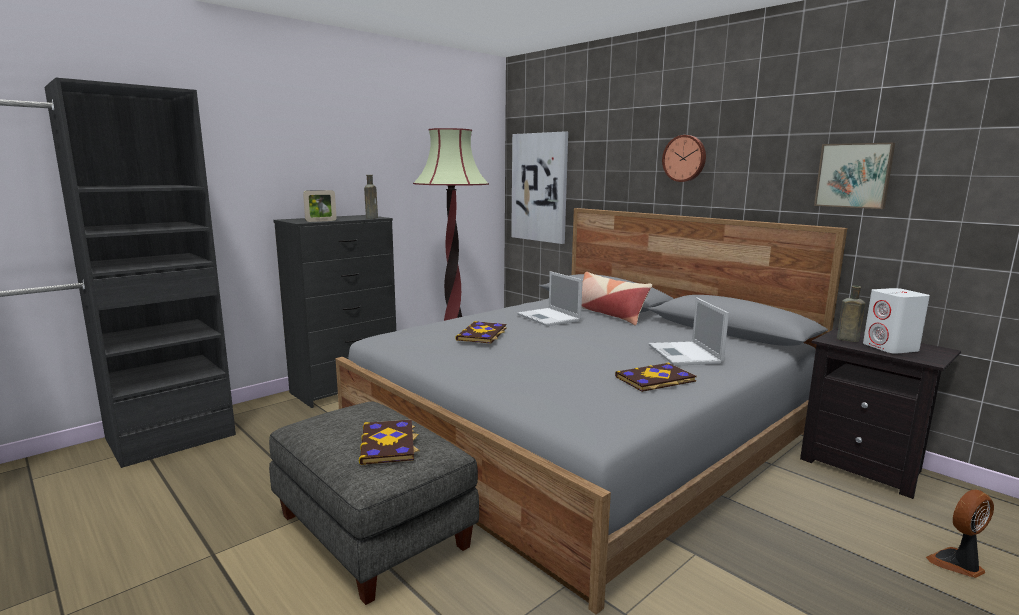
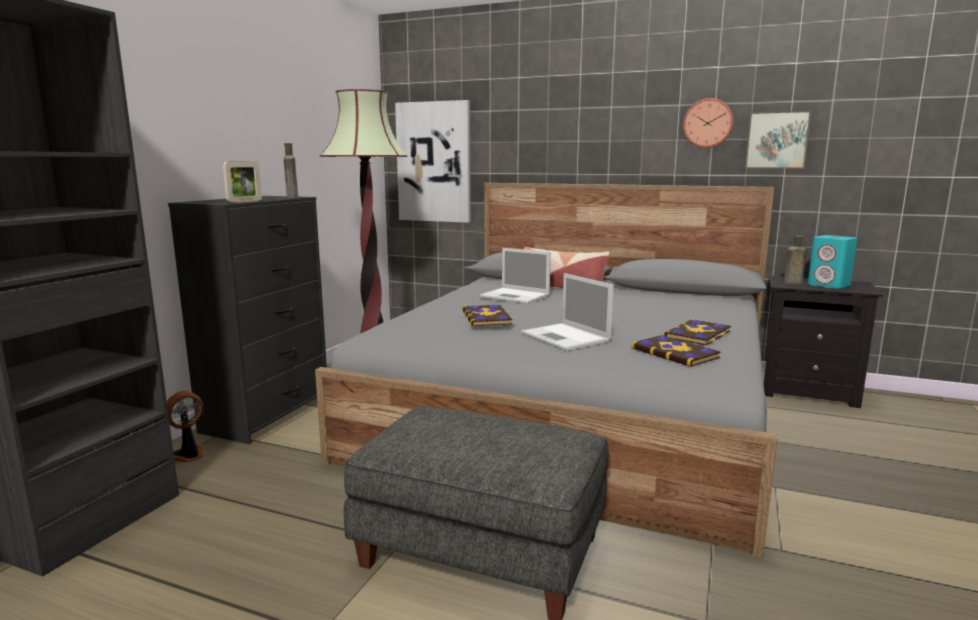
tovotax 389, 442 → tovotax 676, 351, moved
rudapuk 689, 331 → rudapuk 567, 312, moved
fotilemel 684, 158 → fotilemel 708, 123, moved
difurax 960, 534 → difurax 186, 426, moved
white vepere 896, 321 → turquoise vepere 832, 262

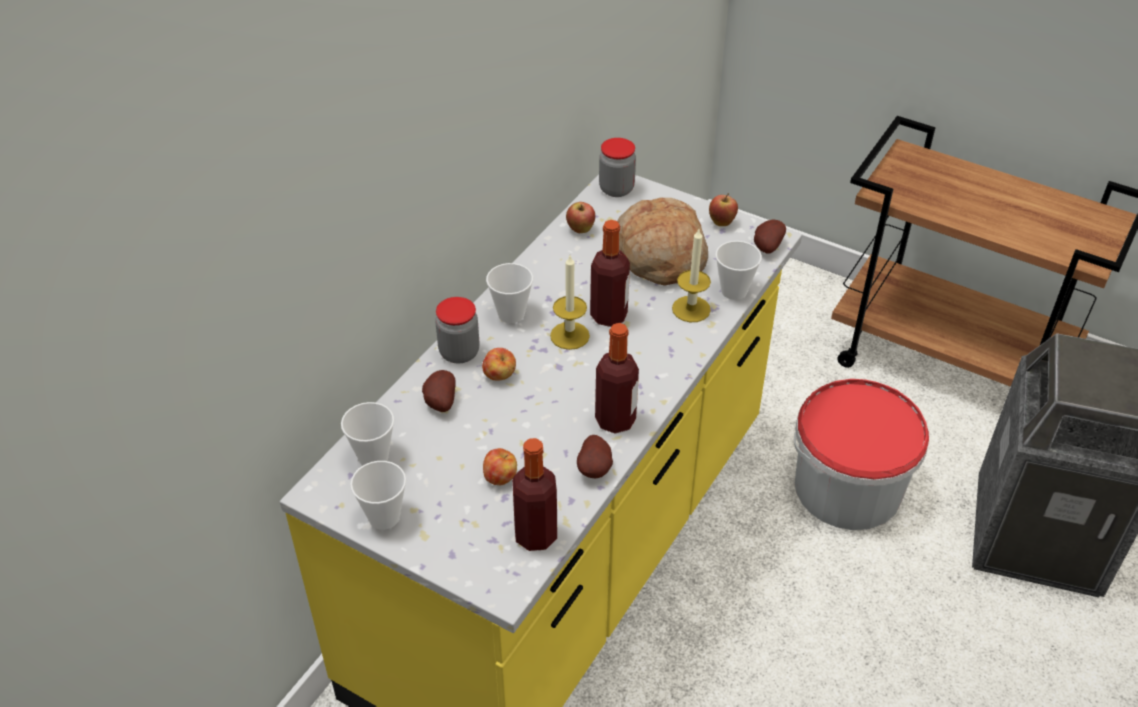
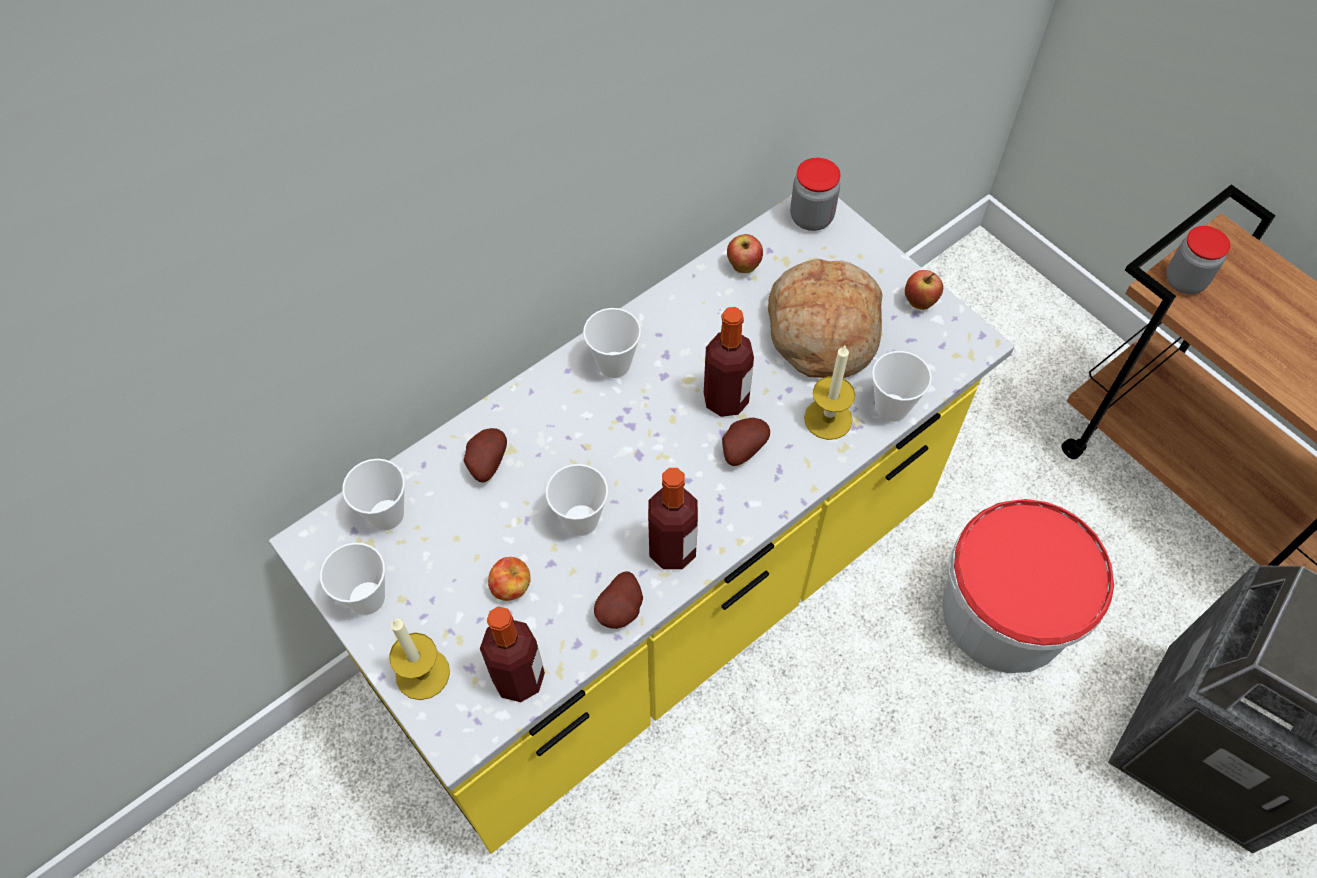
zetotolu 499, 364 → -
- → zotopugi 577, 500
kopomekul 457, 330 → kopomekul 1198, 260, moved
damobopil 570, 303 → damobopil 419, 659, moved
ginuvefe 770, 237 → ginuvefe 746, 442, moved

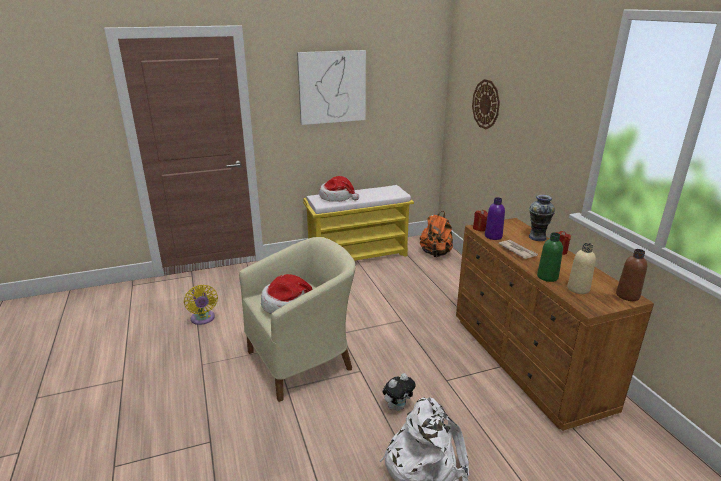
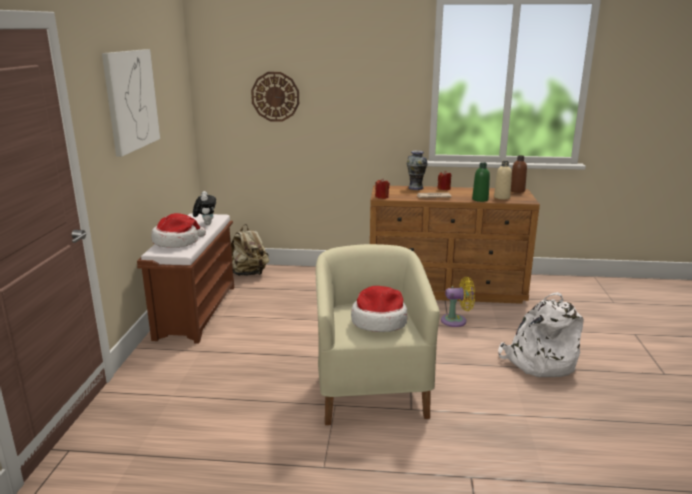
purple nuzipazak 495, 218 → -
yellow difurax 201, 304 → yellow difurax 458, 302, moved
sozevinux 399, 392 → sozevinux 204, 208, moved
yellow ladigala 358, 223 → brown ladigala 185, 279
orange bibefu 436, 234 → beige bibefu 250, 250

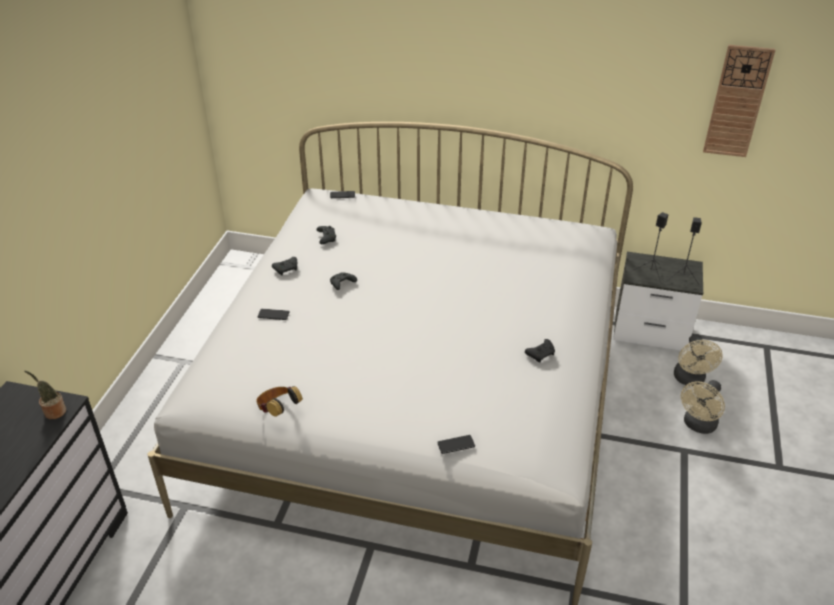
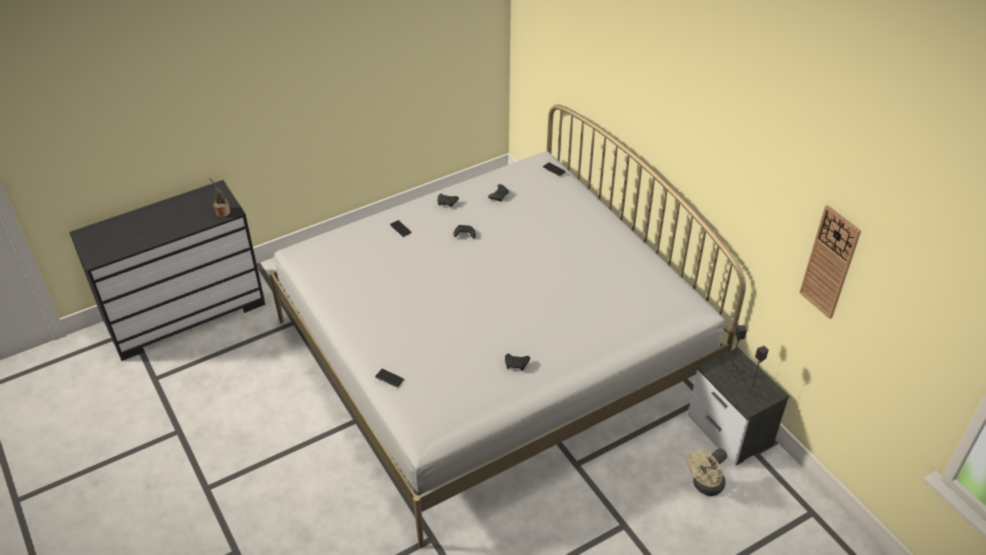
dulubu 279, 401 → -
beige difurax 703, 407 → -

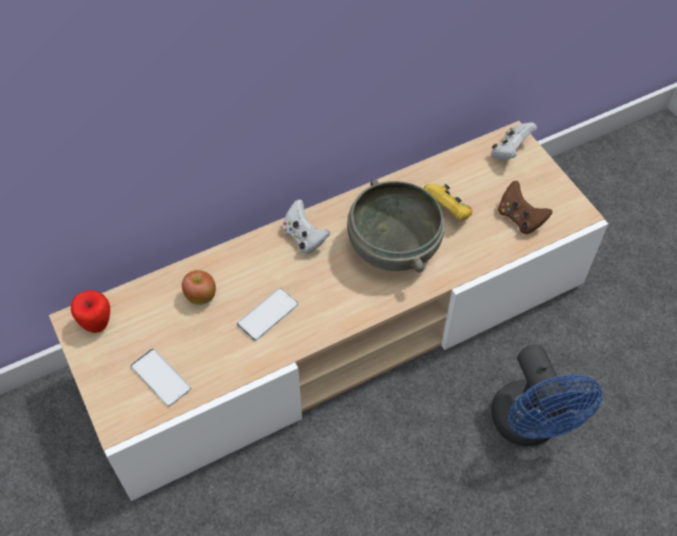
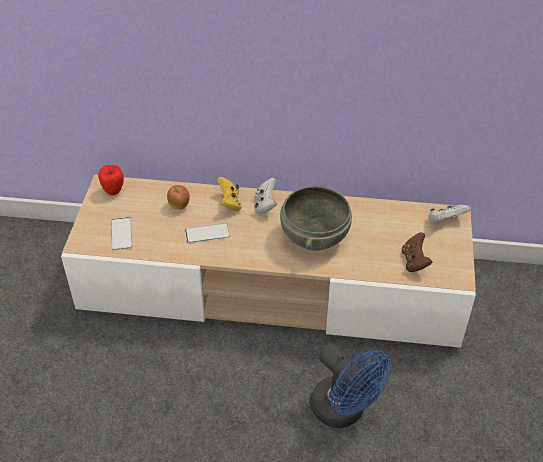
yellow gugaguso 448, 202 → yellow gugaguso 229, 194, moved
blue difurax 547, 395 → blue difurax 350, 385, 60 degrees counterclockwise

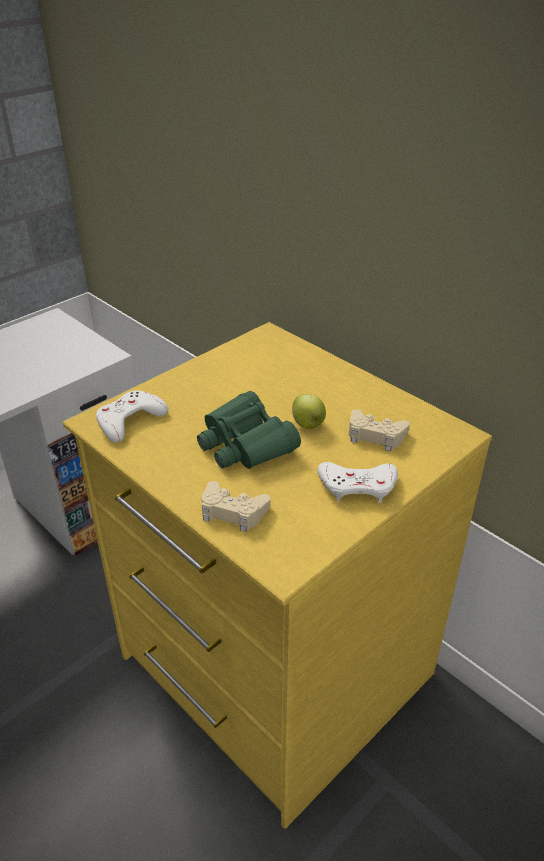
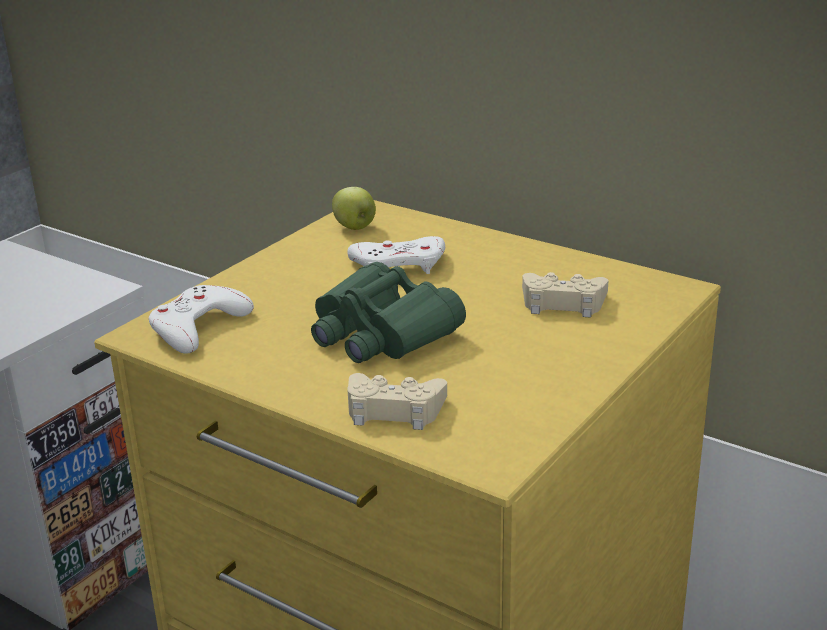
zetotolu 309, 411 → zetotolu 354, 208, moved
white gugaguso 358, 482 → white gugaguso 396, 255, moved

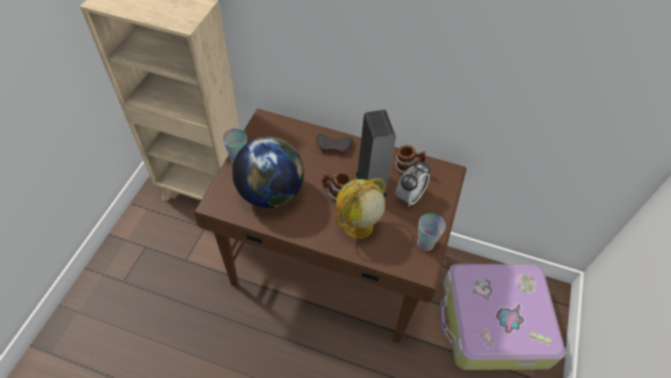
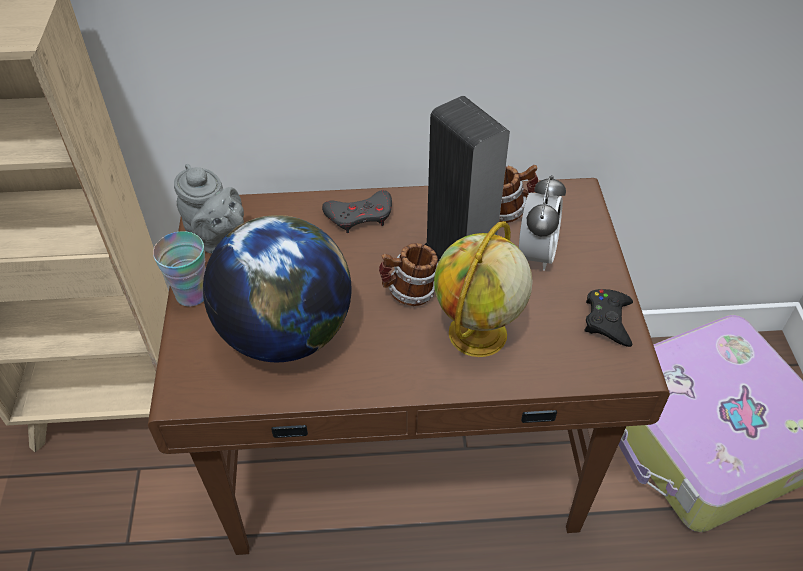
- → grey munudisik 209, 209
zotopugi 431, 232 → black gugaguso 608, 318

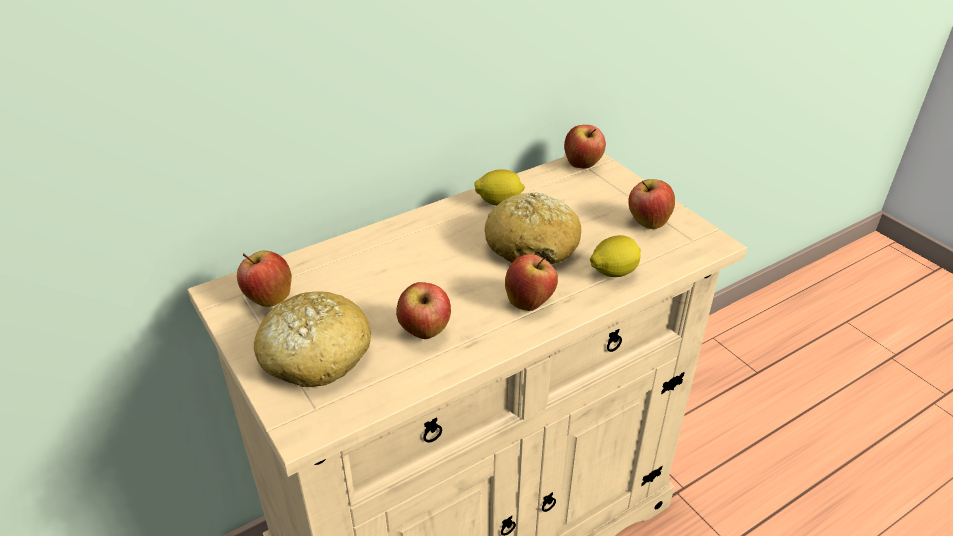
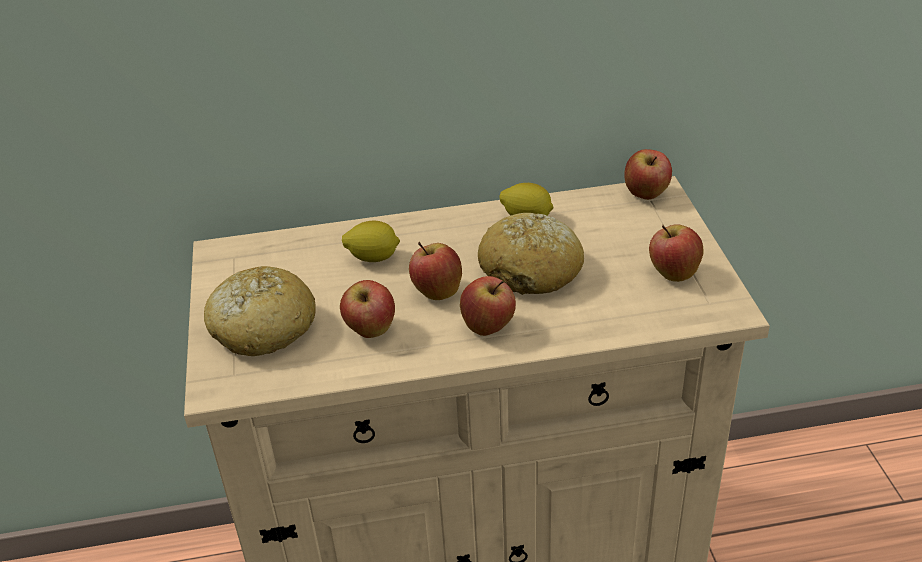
zetotolu 264, 279 → zetotolu 435, 271, moved
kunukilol 615, 256 → kunukilol 371, 241, moved

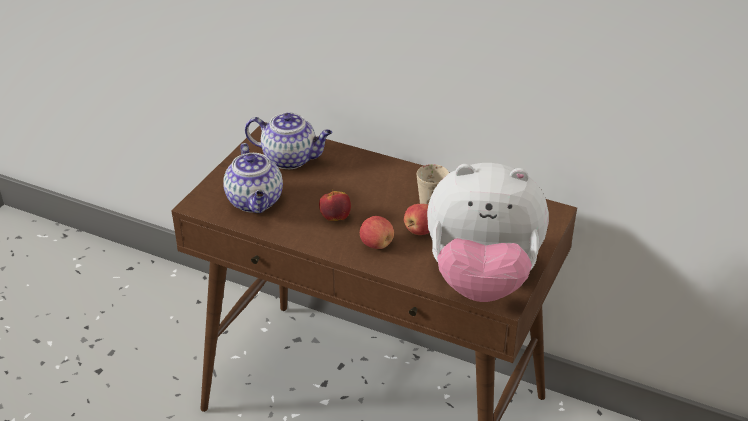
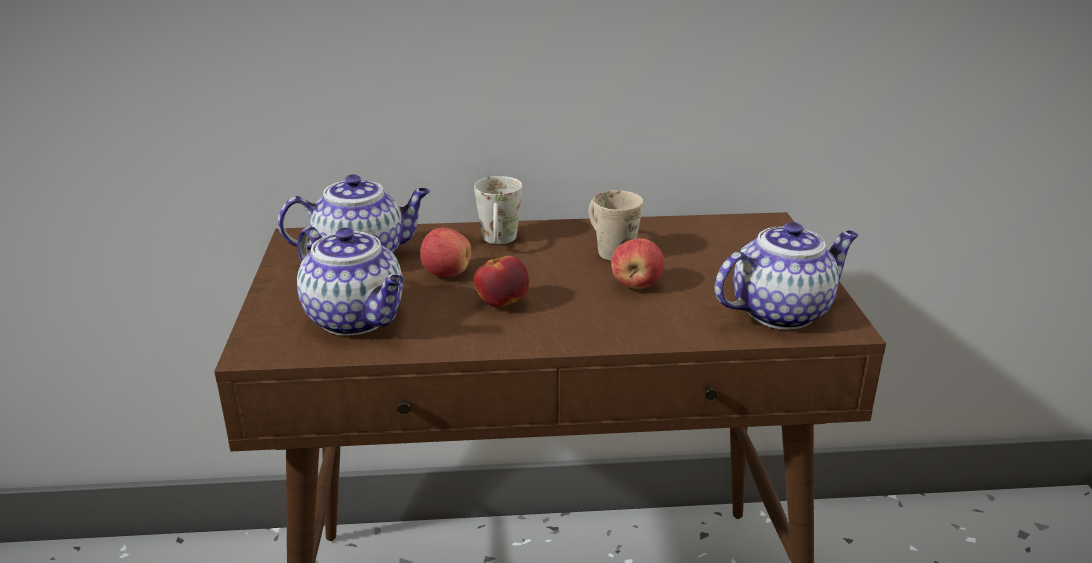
- → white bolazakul 498, 210
zetotolu 377, 232 → zetotolu 445, 252, moved
sozevinux 488, 232 → munudisik 786, 276

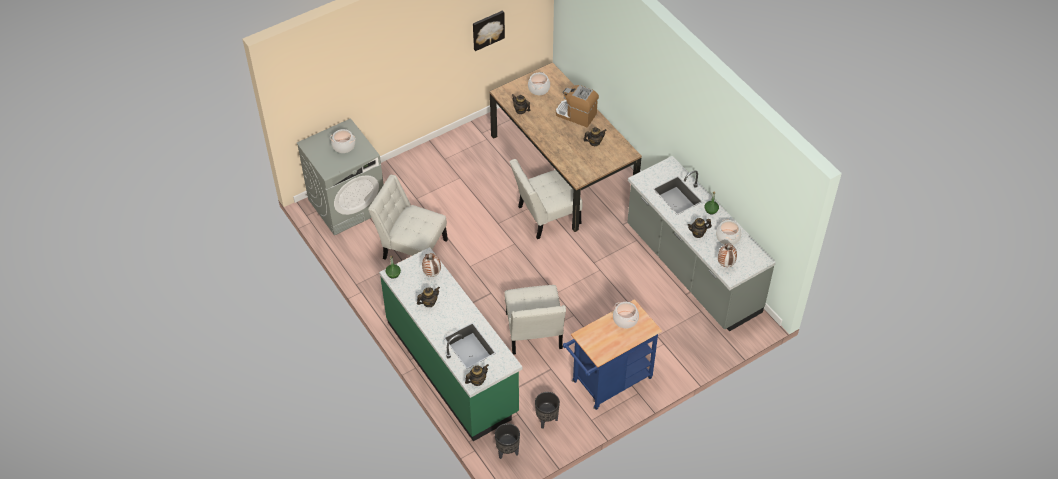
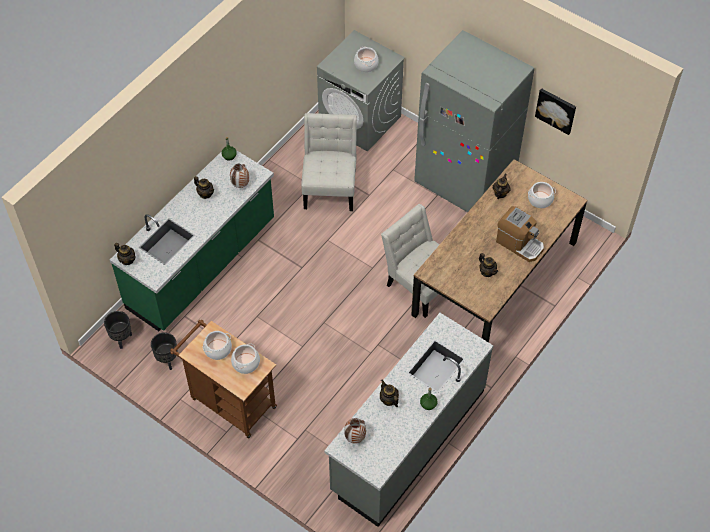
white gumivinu 535, 320 → -
- → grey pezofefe 474, 121
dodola 728, 232 → dodola 217, 345, moved
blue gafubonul 612, 354 → brown gafubonul 223, 379
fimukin 577, 106 → fimukin 520, 234, 120 degrees clockwise

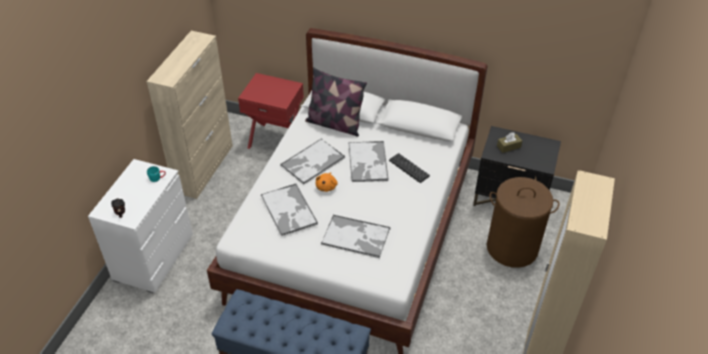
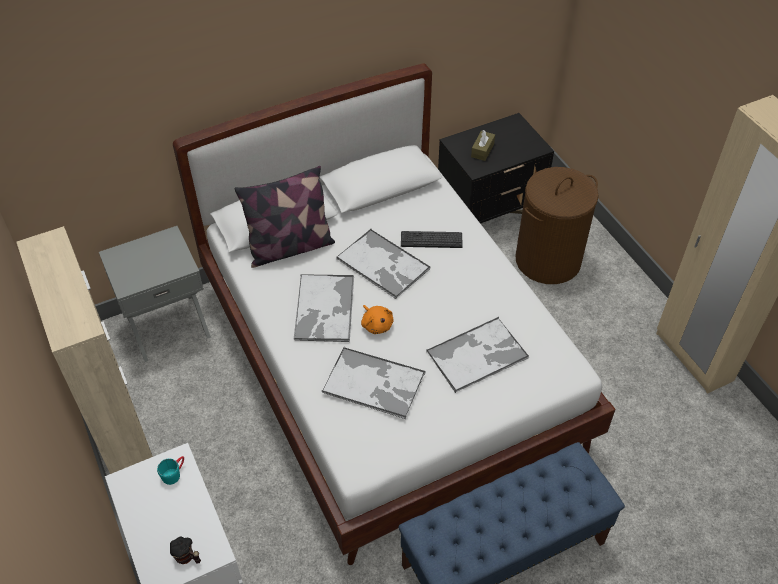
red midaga 271, 111 → grey midaga 155, 294

